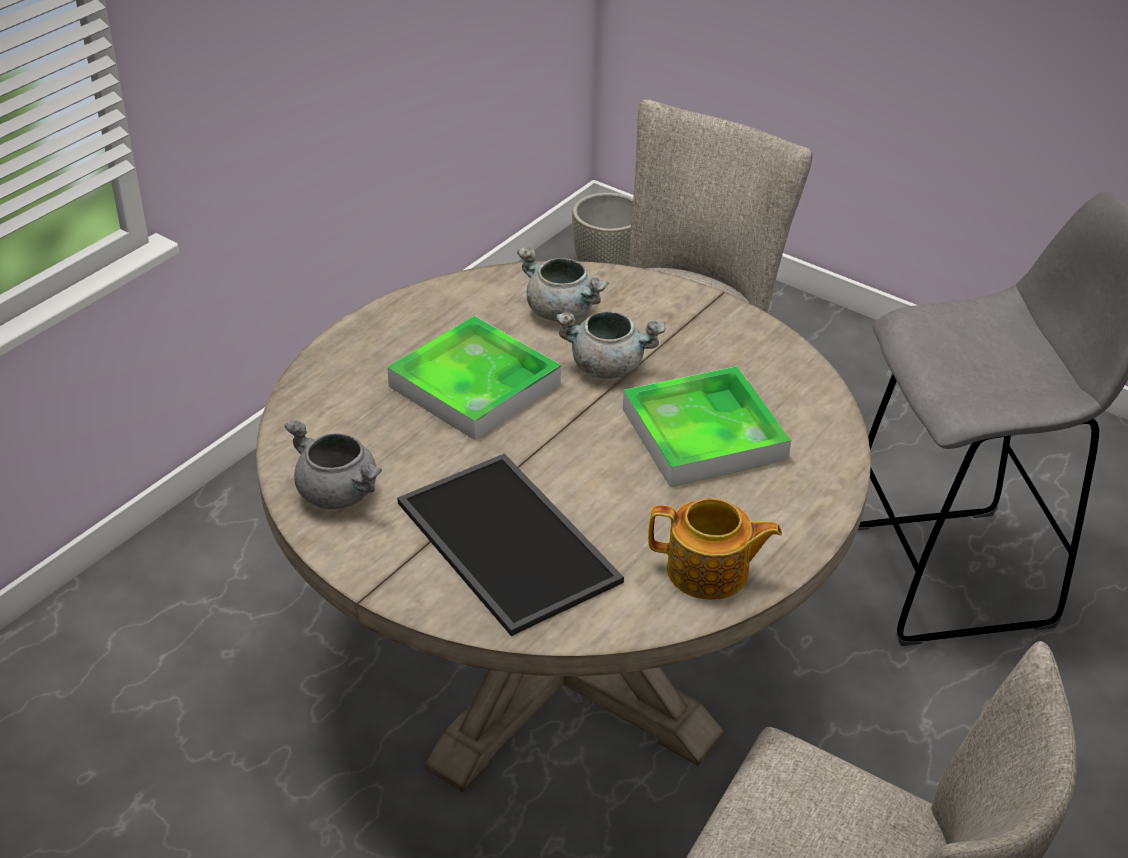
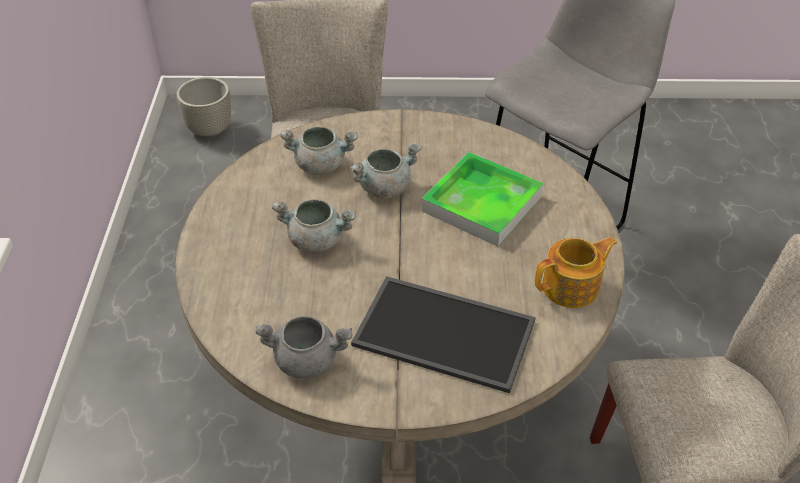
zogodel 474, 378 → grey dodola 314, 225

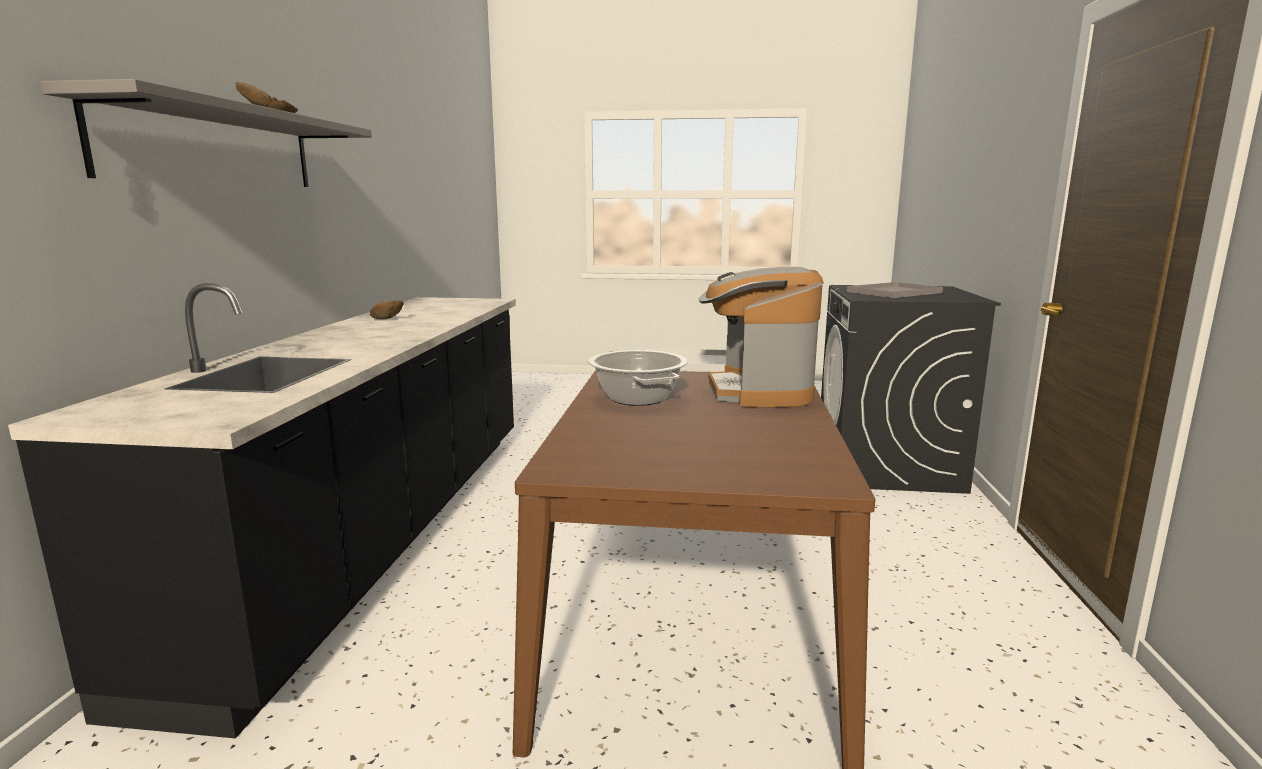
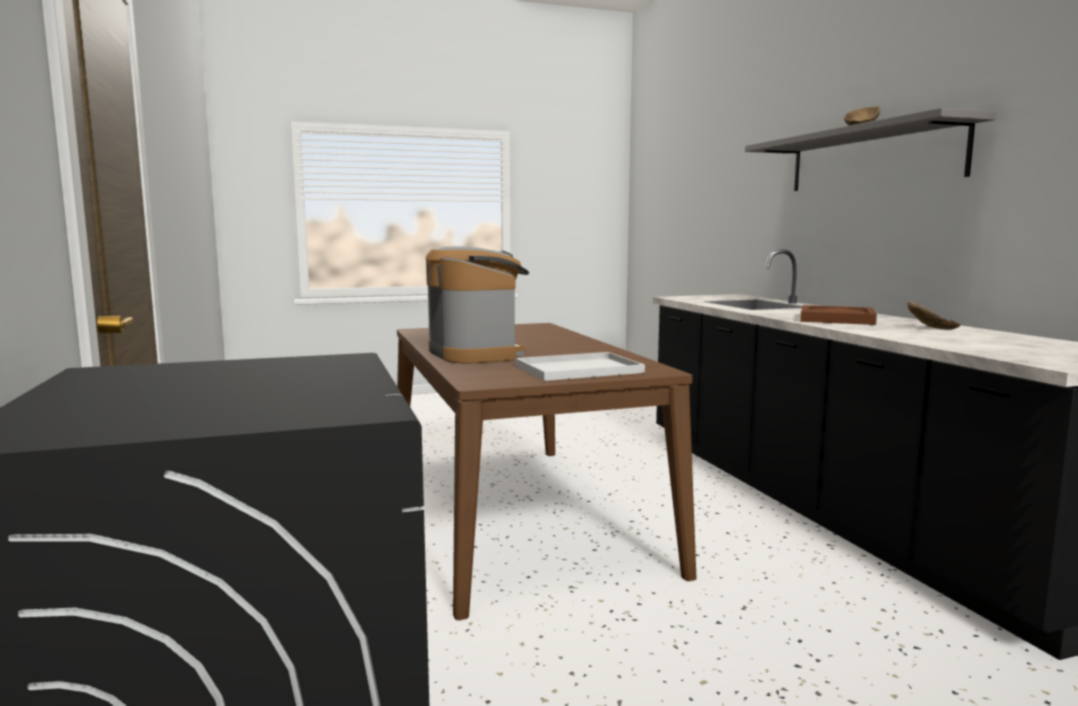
dodola 638, 378 → -
grey zogodel 895, 290 → -
- → brown zogodel 838, 315

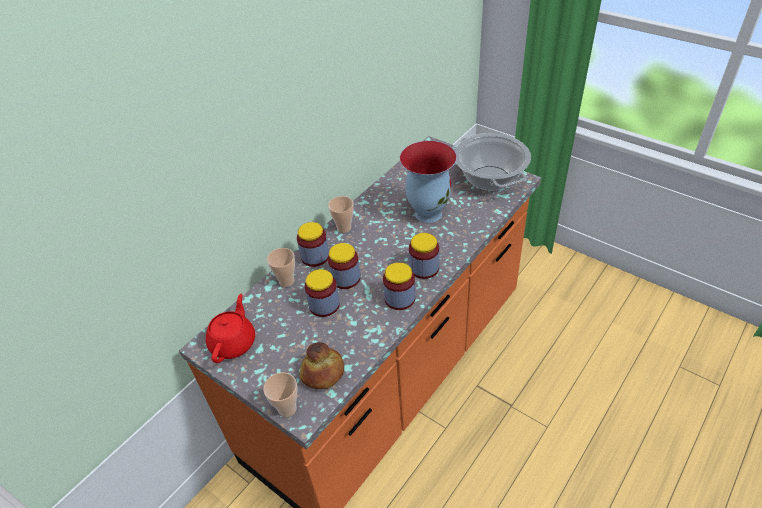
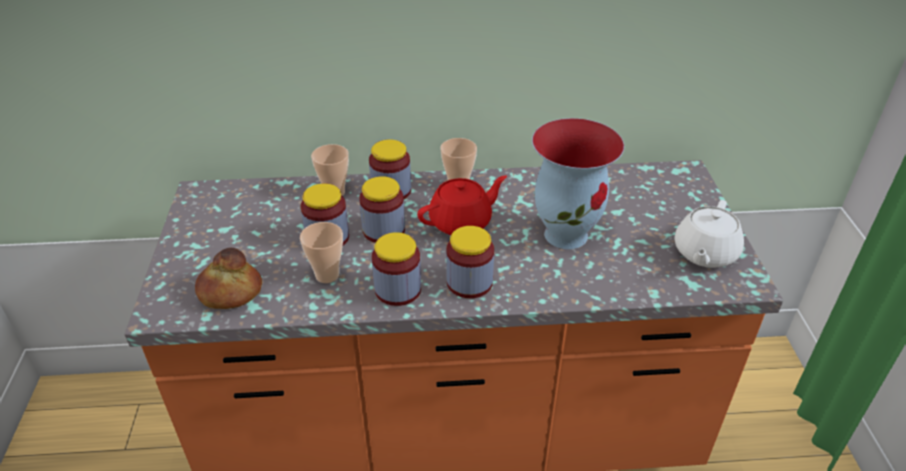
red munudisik 230, 328 → red munudisik 462, 205, moved
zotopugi 280, 395 → zotopugi 321, 252, moved
dodola 493, 162 → white munudisik 709, 234

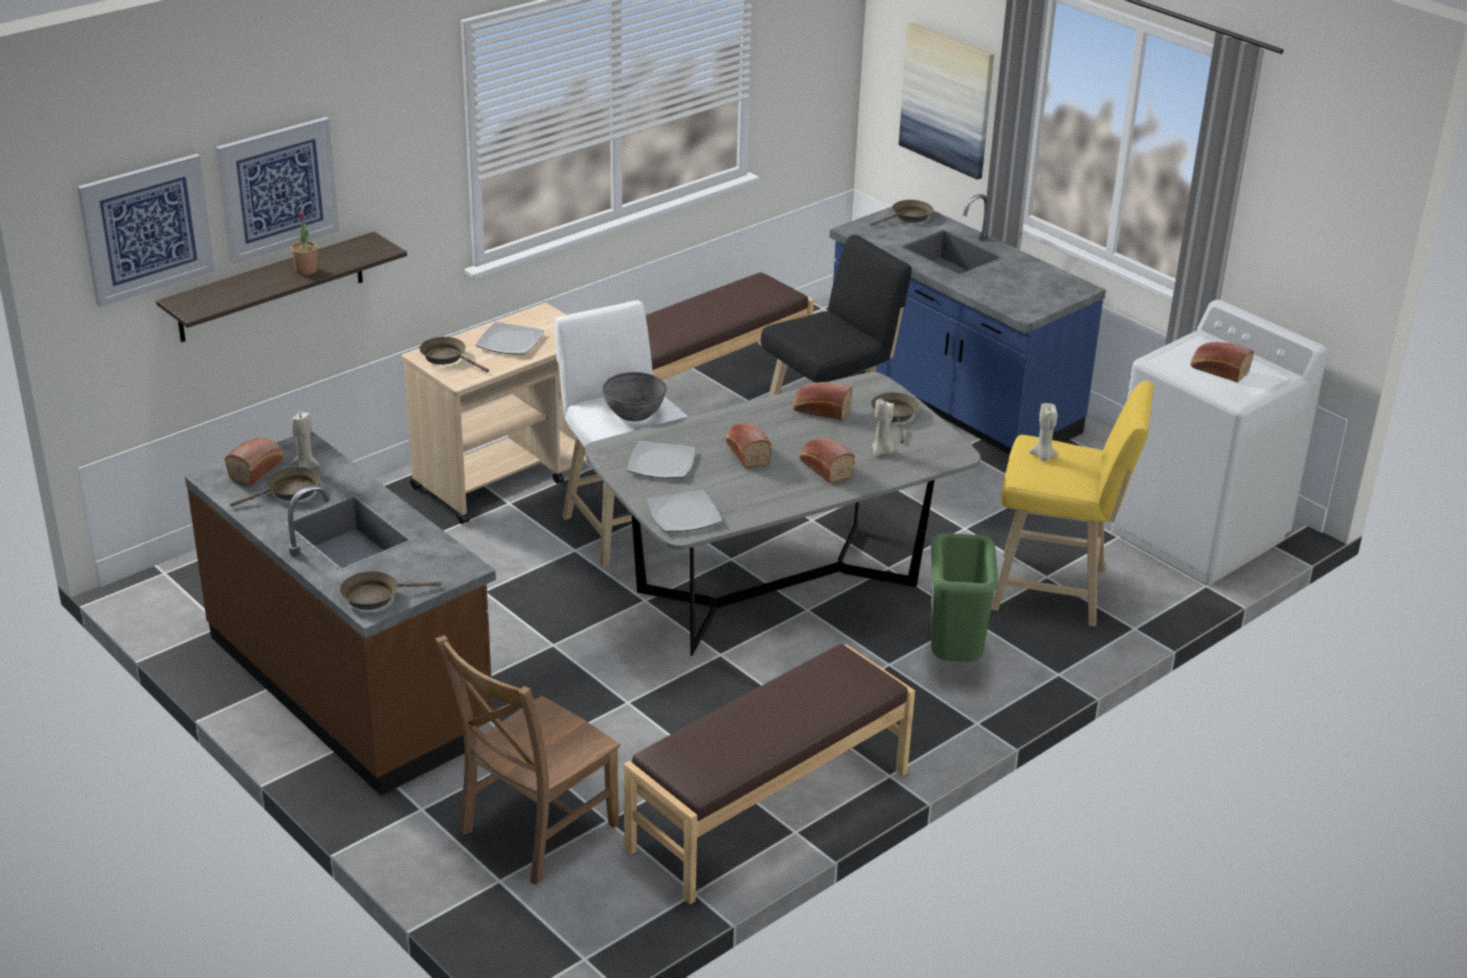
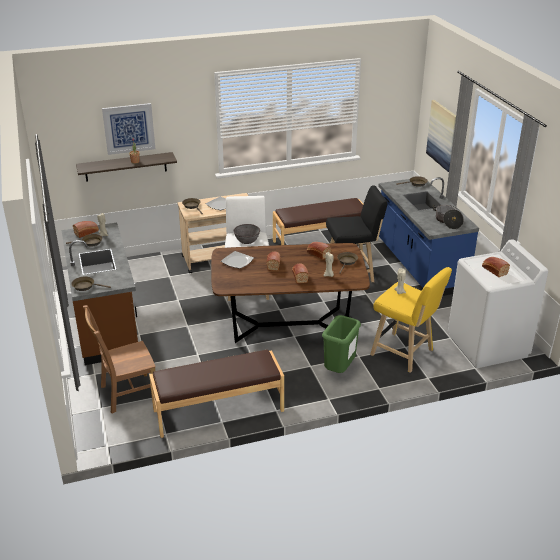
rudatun 146, 230 → -
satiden 684, 511 → -
- → dodola 448, 217
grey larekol 783, 514 → brown larekol 290, 293

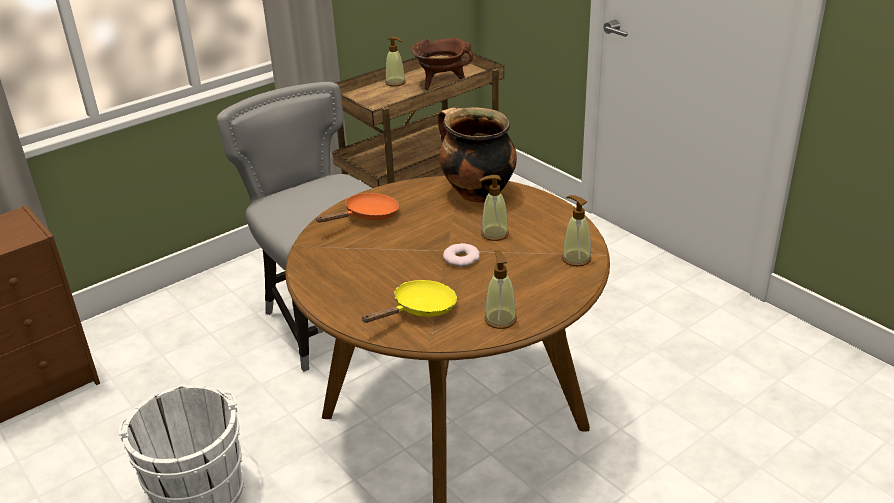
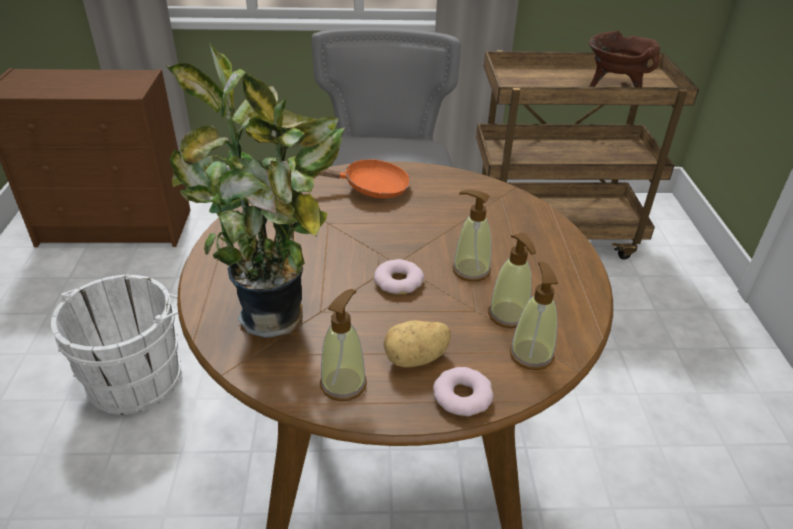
dodola 477, 155 → -
- → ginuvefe 417, 344
- → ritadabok 463, 391
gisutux 395, 62 → gisutux 512, 280, moved
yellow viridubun 409, 301 → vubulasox 255, 190

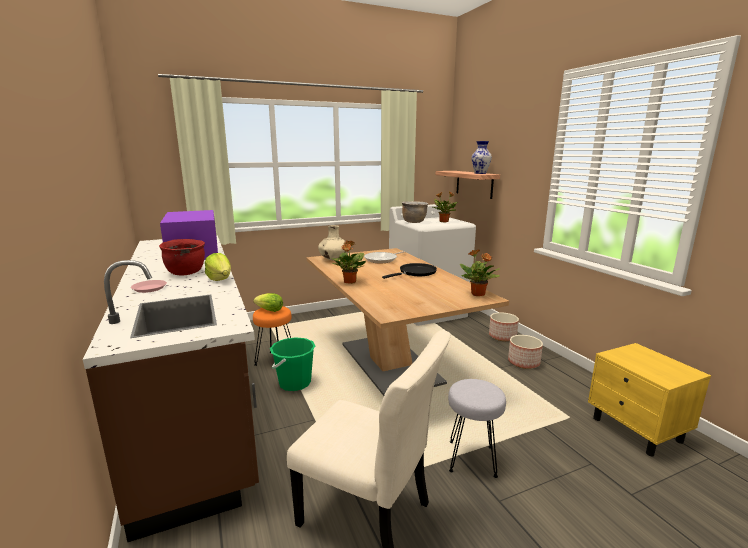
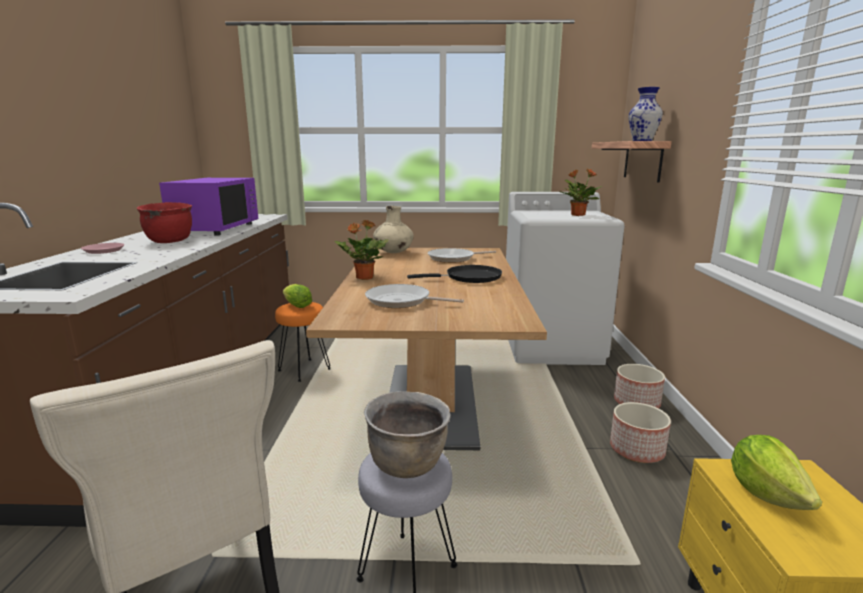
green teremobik 292, 364 → -
vubulasox 480, 272 → -
- → viridubun 414, 296
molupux 218, 267 → molupux 776, 472, moved
brown dodola 415, 212 → brown dodola 407, 434, moved

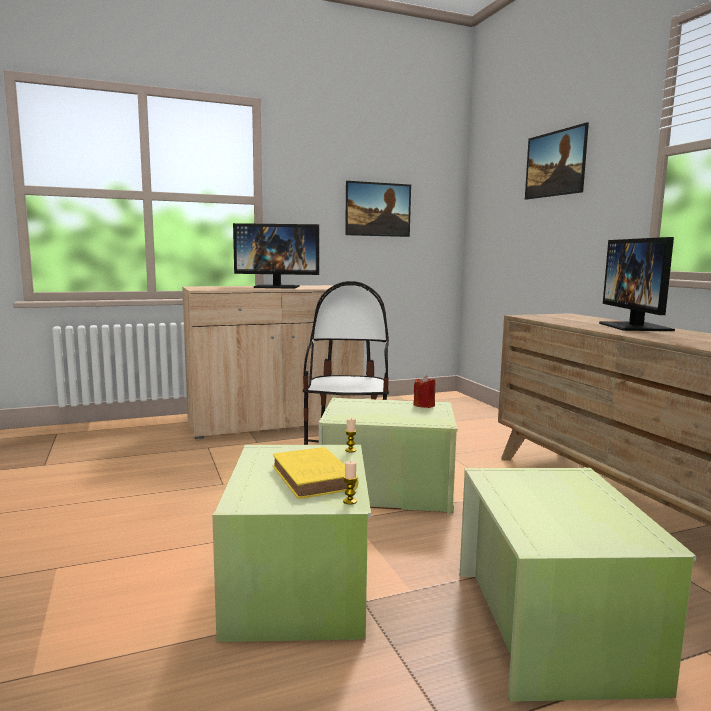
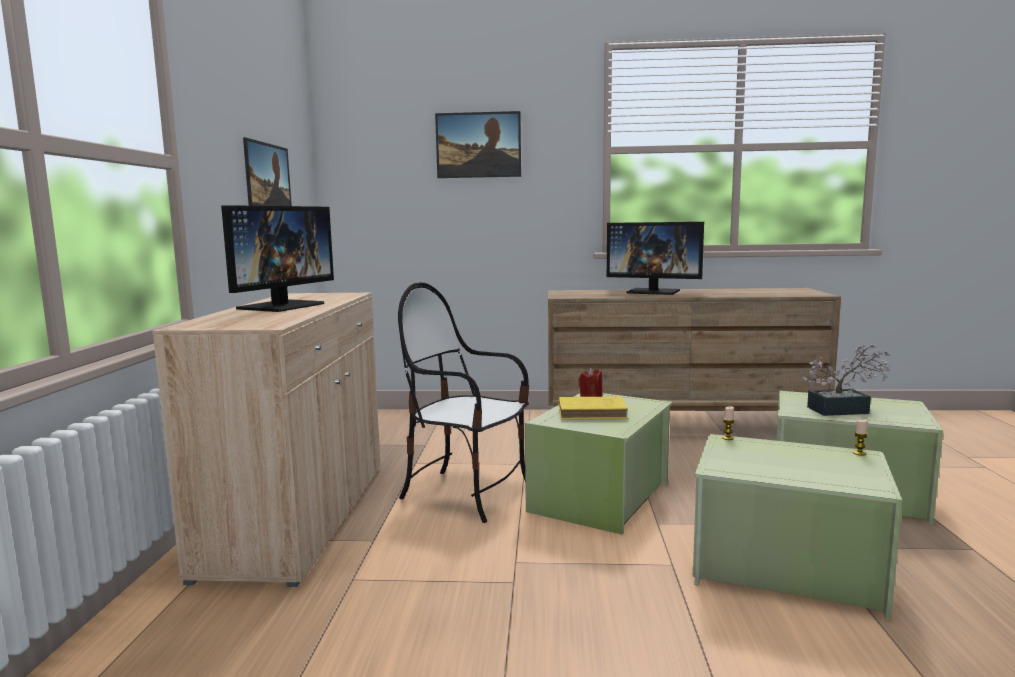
- → vubulasox 846, 380
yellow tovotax 315, 473 → yellow tovotax 593, 408, moved

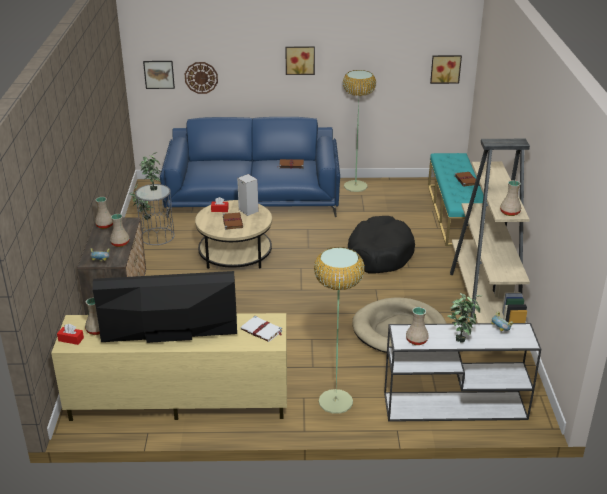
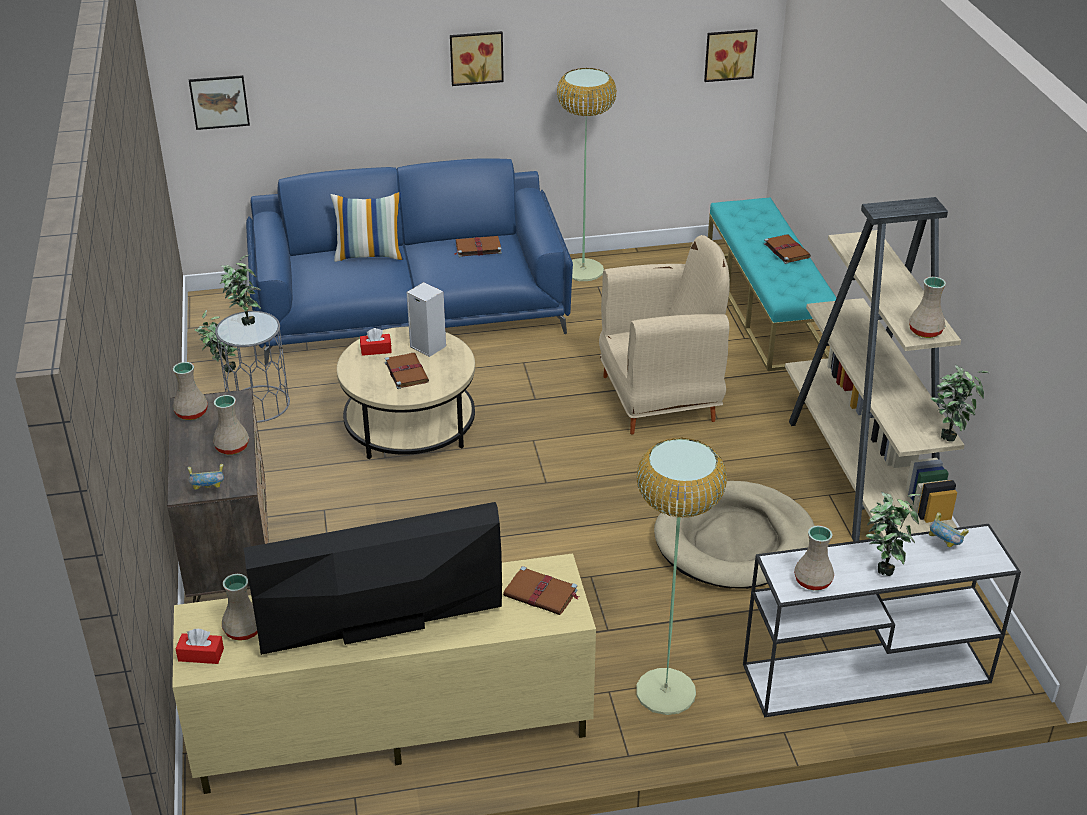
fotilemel 201, 78 → -
- → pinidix 367, 227
- → vubulasox 960, 403
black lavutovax 381, 244 → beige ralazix 664, 334
white tovotax 262, 329 → brown tovotax 541, 590

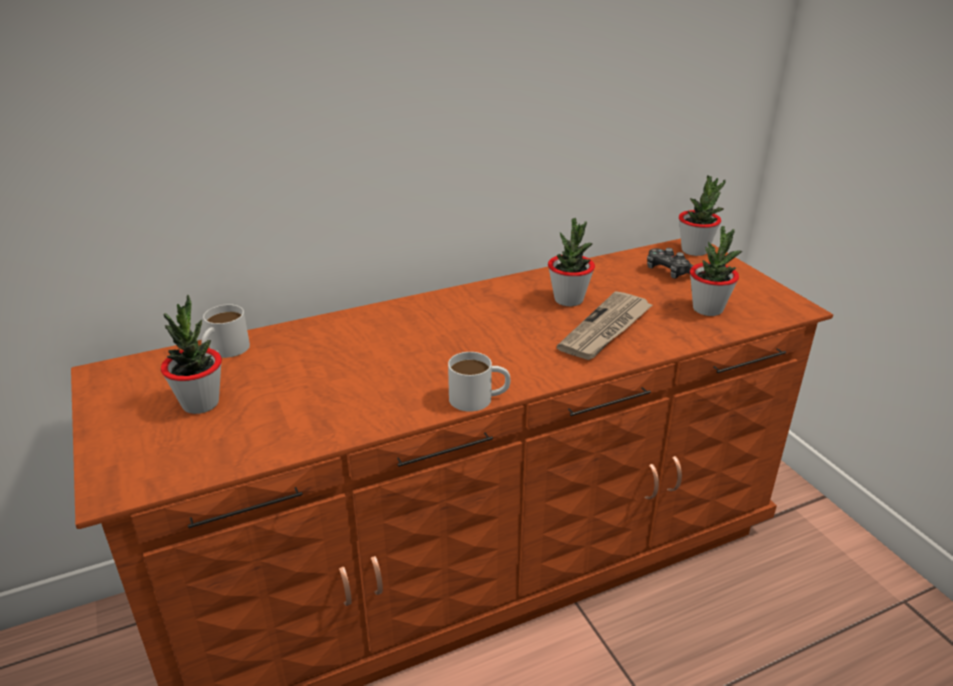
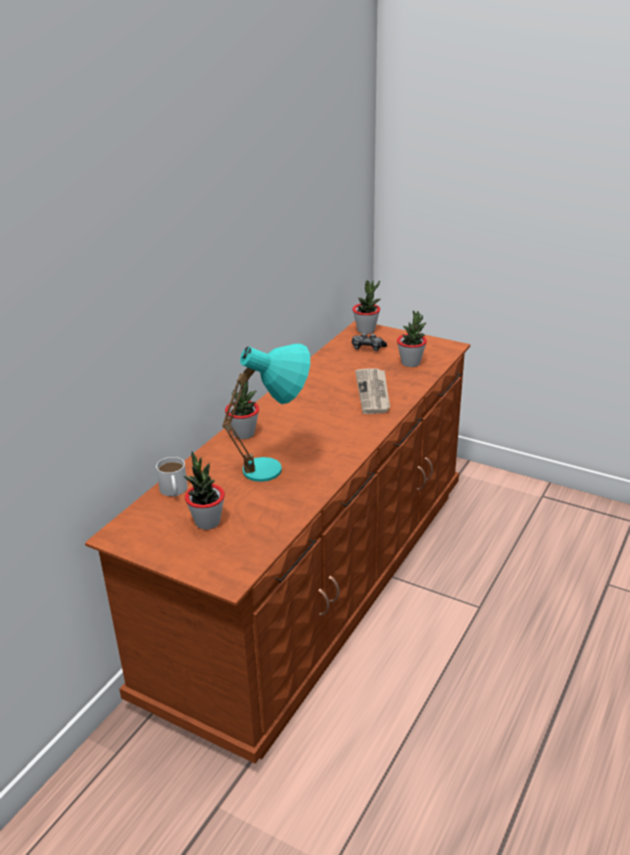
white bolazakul 479, 382 → -
- → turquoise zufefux 266, 413
vubulasox 571, 262 → vubulasox 242, 409, moved

